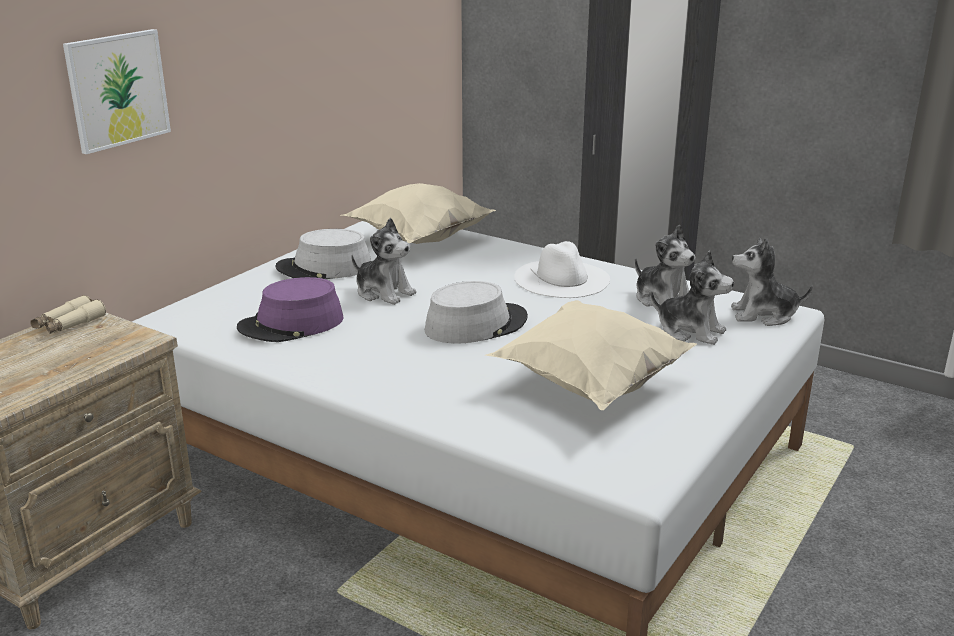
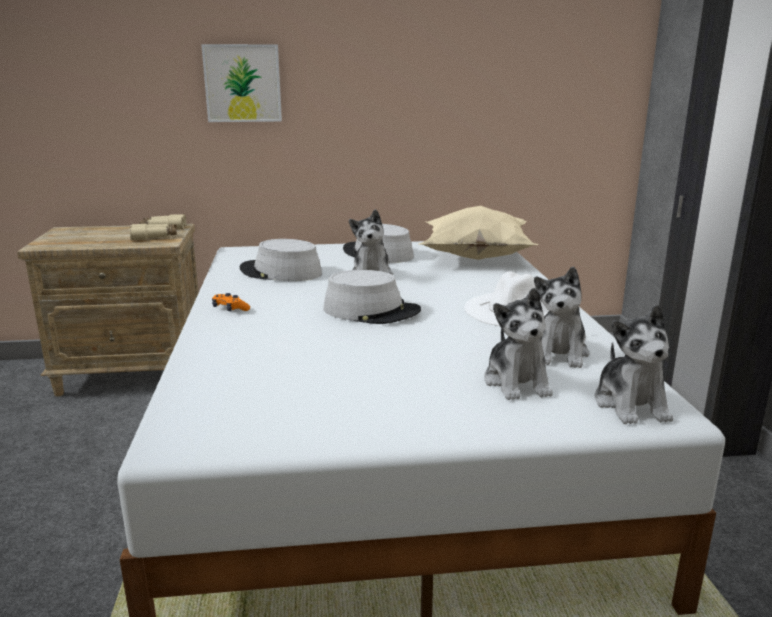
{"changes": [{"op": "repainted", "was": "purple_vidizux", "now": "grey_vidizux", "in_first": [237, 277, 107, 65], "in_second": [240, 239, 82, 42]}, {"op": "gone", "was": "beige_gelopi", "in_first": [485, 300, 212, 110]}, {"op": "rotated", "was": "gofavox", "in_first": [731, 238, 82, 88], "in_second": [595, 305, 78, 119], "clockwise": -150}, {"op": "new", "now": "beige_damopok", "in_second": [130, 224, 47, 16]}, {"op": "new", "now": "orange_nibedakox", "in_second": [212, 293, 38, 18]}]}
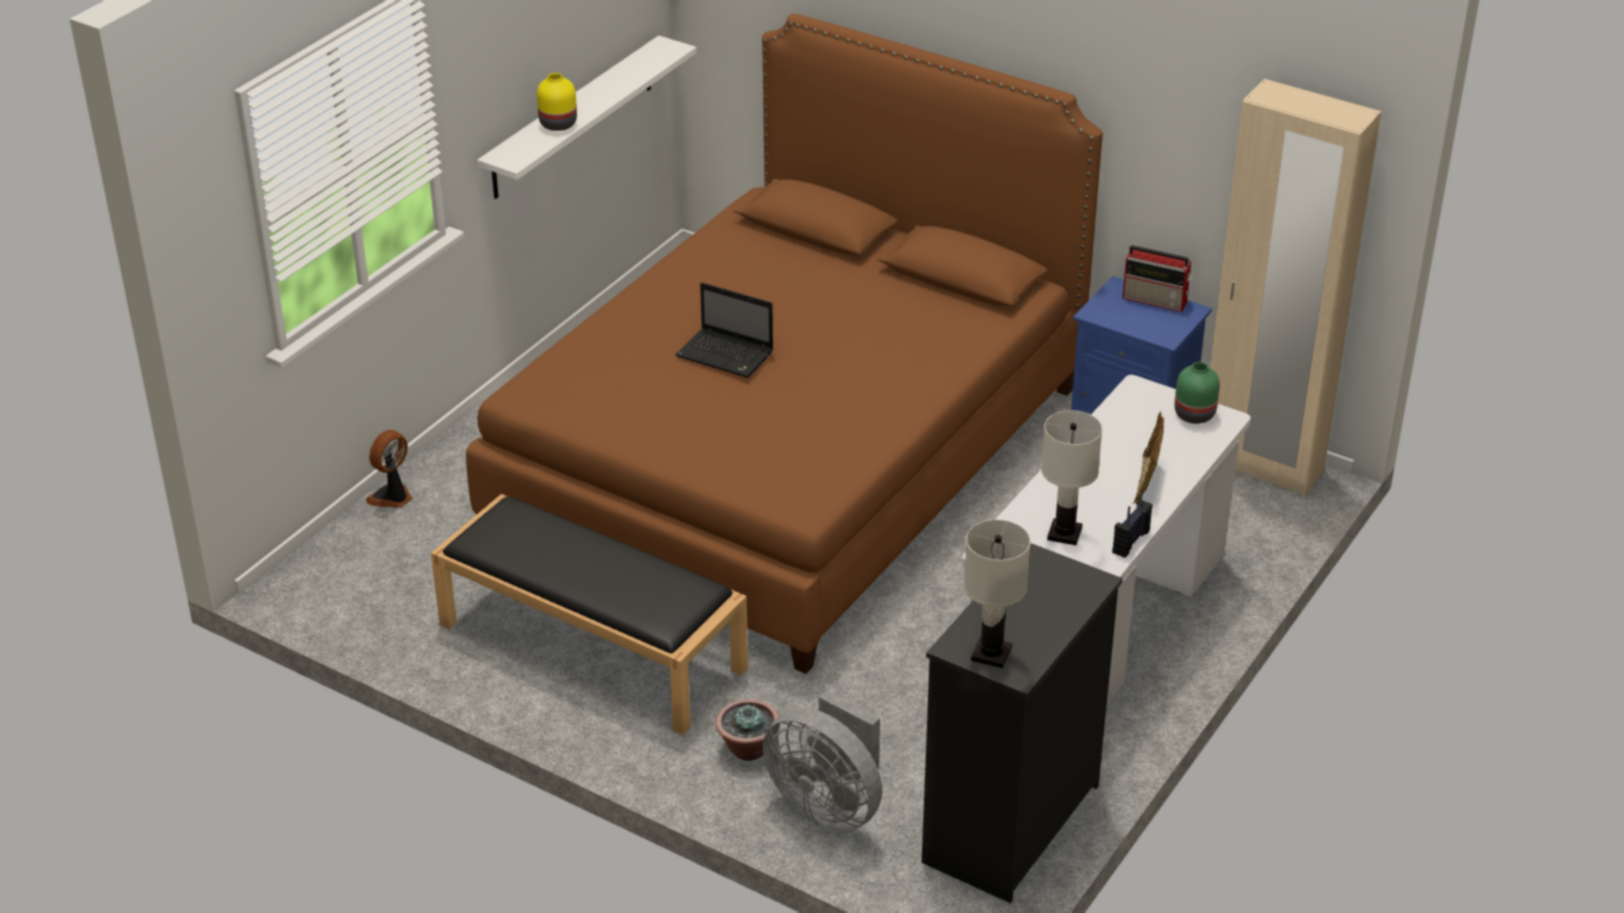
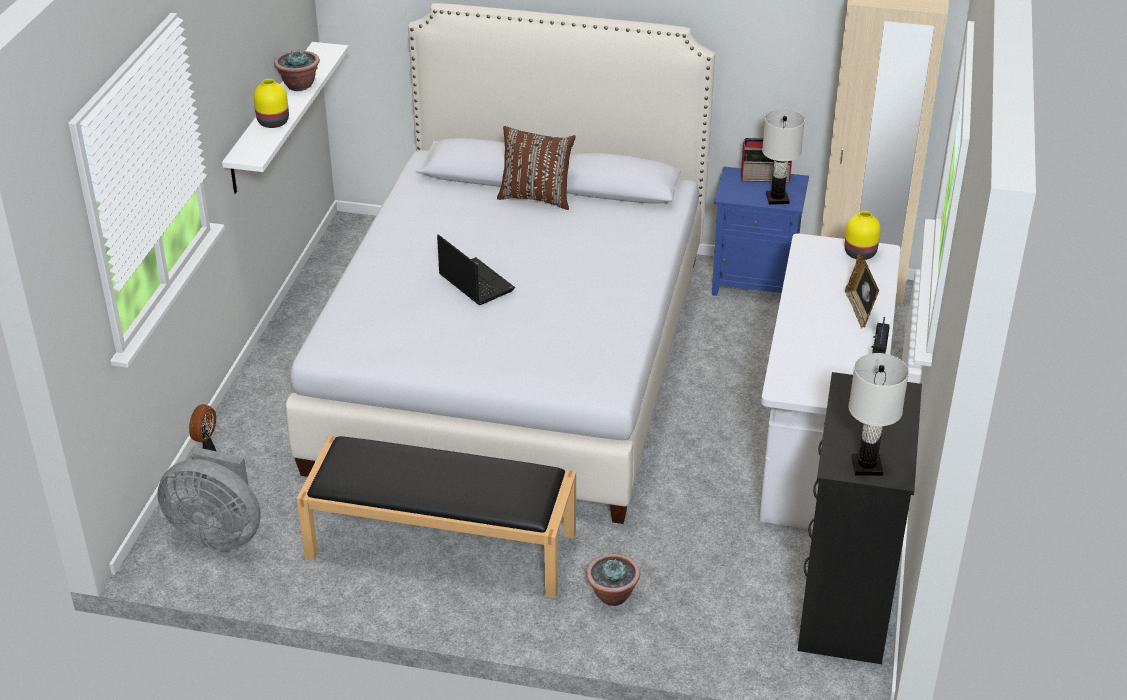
{"changes": [{"op": "repainted", "was": "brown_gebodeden", "now": "white_gebodeden", "in_first": [466, 14, 637, 660], "in_second": [286, 3, 429, 521]}, {"op": "rotated", "was": "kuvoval", "in_first": [676, 282, 97, 96], "in_second": [437, 234, 78, 71], "clockwise": -135}, {"op": "shifted", "was": "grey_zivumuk", "in_first": [763, 690, 119, 142], "in_second": [157, 447, 104, 104]}, {"op": "shifted", "was": "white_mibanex", "in_first": [1041, 410, 61, 135], "in_second": [762, 109, 43, 96]}, {"op": "repainted", "was": "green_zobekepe", "now": "yellow_zobekepe", "in_first": [1175, 362, 45, 62], "in_second": [844, 211, 37, 49]}, {"op": "new", "now": "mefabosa", "in_second": [274, 49, 46, 42]}, {"op": "new", "now": "brown_gelopi", "in_second": [497, 126, 78, 84]}]}
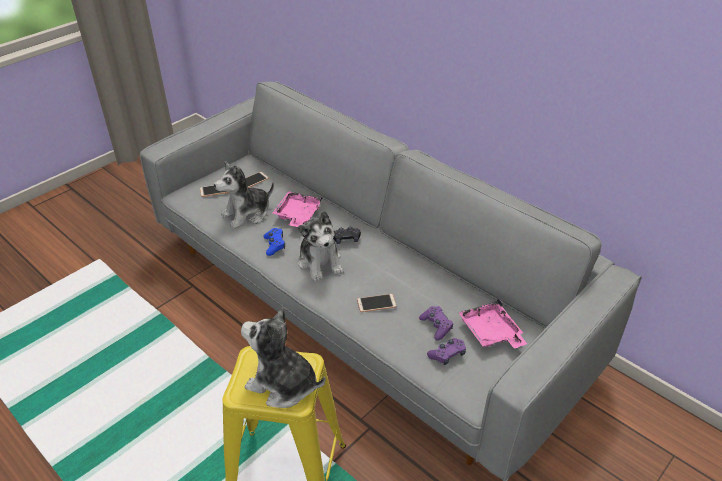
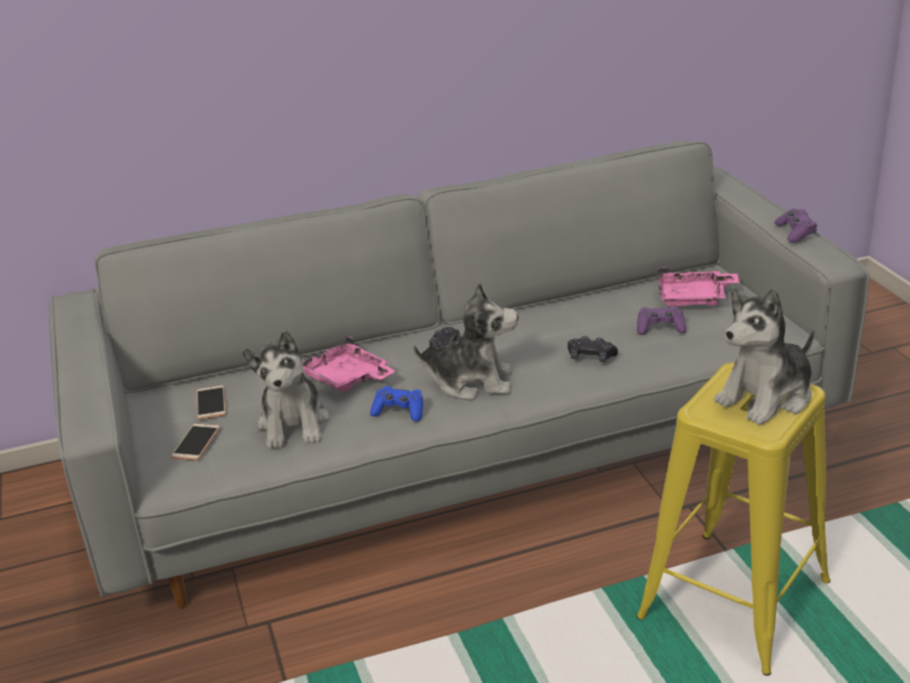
{"changes": [{"op": "swapped", "was": "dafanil", "now": "black_nibedakox", "in_first": [357, 294, 39, 18], "in_second": [568, 336, 50, 26]}, {"op": "shifted", "was": "purple_nibedakox", "in_first": [427, 338, 39, 27], "in_second": [774, 209, 43, 34]}]}
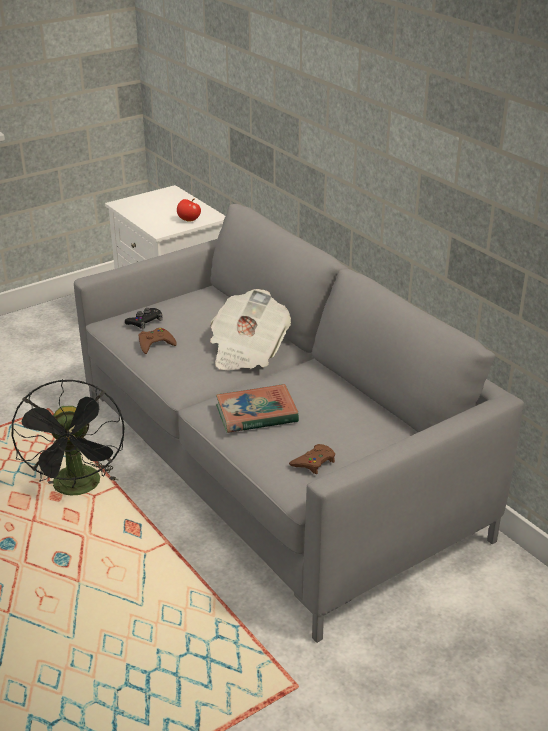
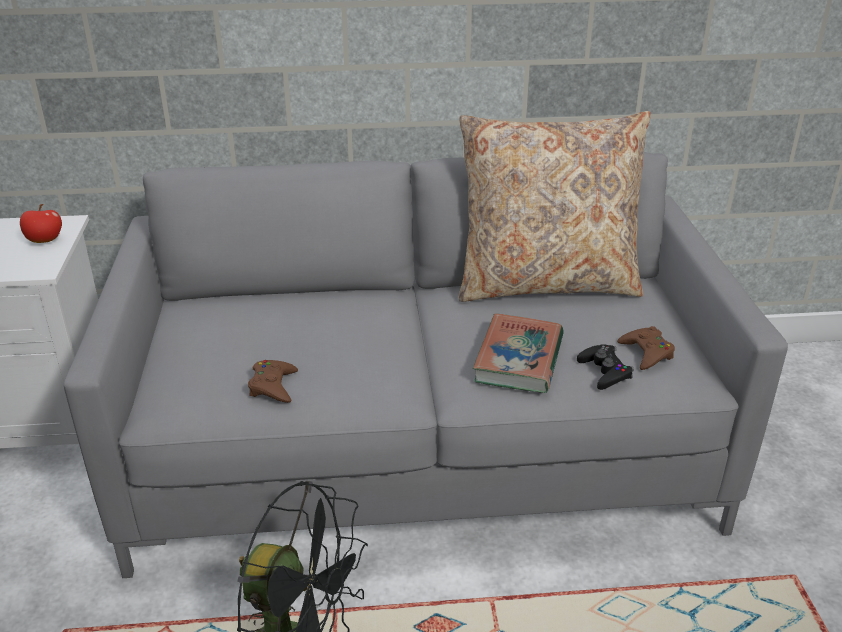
{"changes": [{"op": "shifted", "was": "black_nibedakox", "in_first": [125, 308, 38, 21], "in_second": [577, 344, 57, 46]}, {"op": "gone", "was": "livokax", "in_first": [210, 289, 81, 81]}, {"op": "new", "now": "beige_gelopi", "in_second": [459, 111, 192, 191]}]}
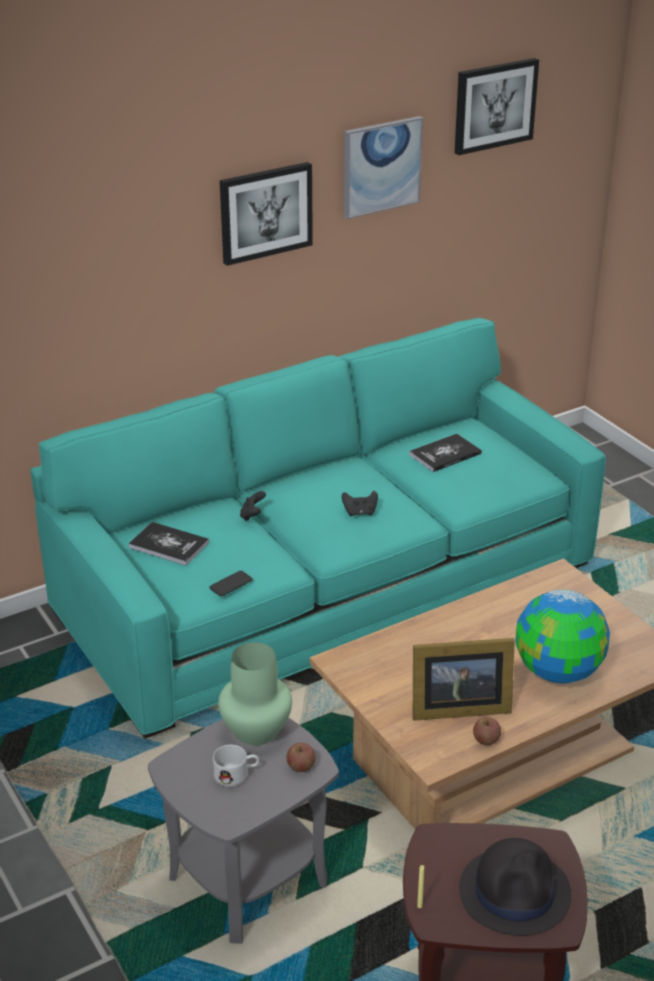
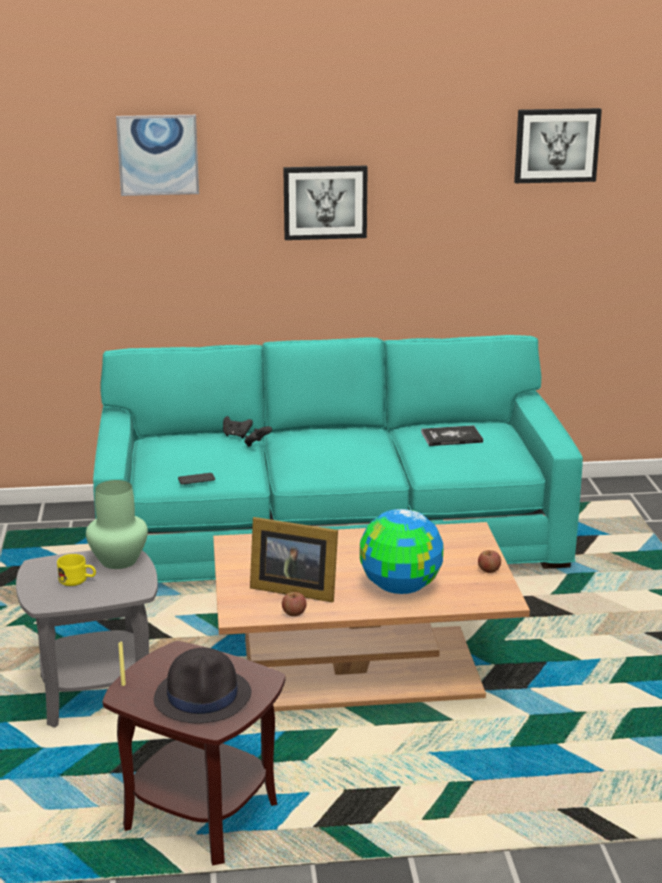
{"changes": [{"op": "gone", "was": "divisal", "in_first": [128, 522, 81, 44]}, {"op": "repainted", "was": "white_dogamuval", "now": "yellow_dogamuval", "in_first": [213, 745, 47, 42], "in_second": [57, 554, 39, 32]}, {"op": "shifted", "was": "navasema", "in_first": [287, 743, 29, 29], "in_second": [478, 550, 23, 23]}, {"op": "shifted", "was": "black_nibedakox", "in_first": [342, 491, 36, 25], "in_second": [223, 416, 30, 22]}, {"op": "shifted", "was": "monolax", "in_first": [344, 116, 79, 103], "in_second": [116, 115, 83, 81]}]}
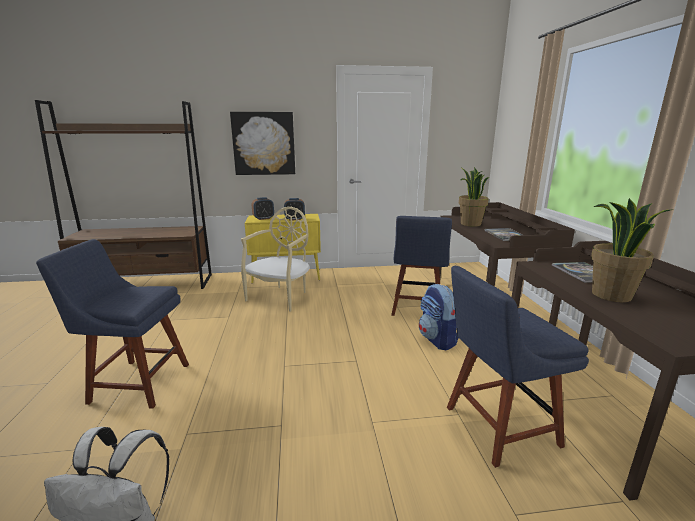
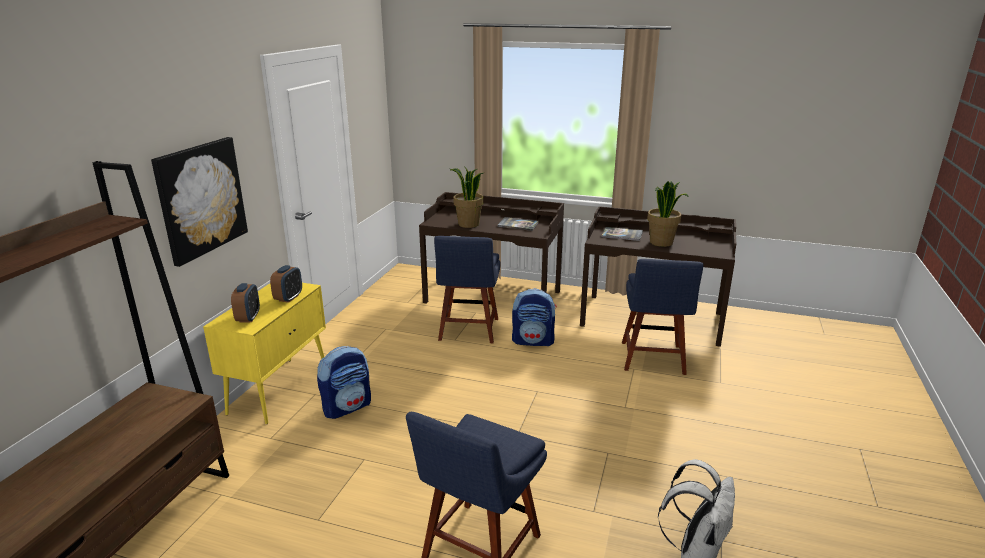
{"changes": [{"op": "swapped", "was": "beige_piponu", "now": "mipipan", "in_first": [241, 207, 68, 105], "in_second": [317, 346, 54, 73]}, {"op": "rotated", "was": "blue_piponu", "in_first": [391, 216, 61, 100], "in_second": [434, 236, 66, 107], "clockwise": 60}]}
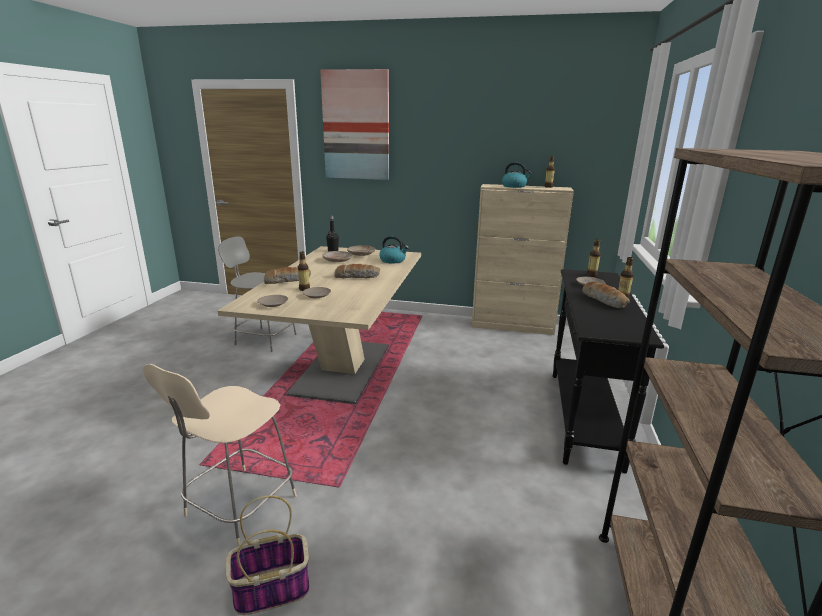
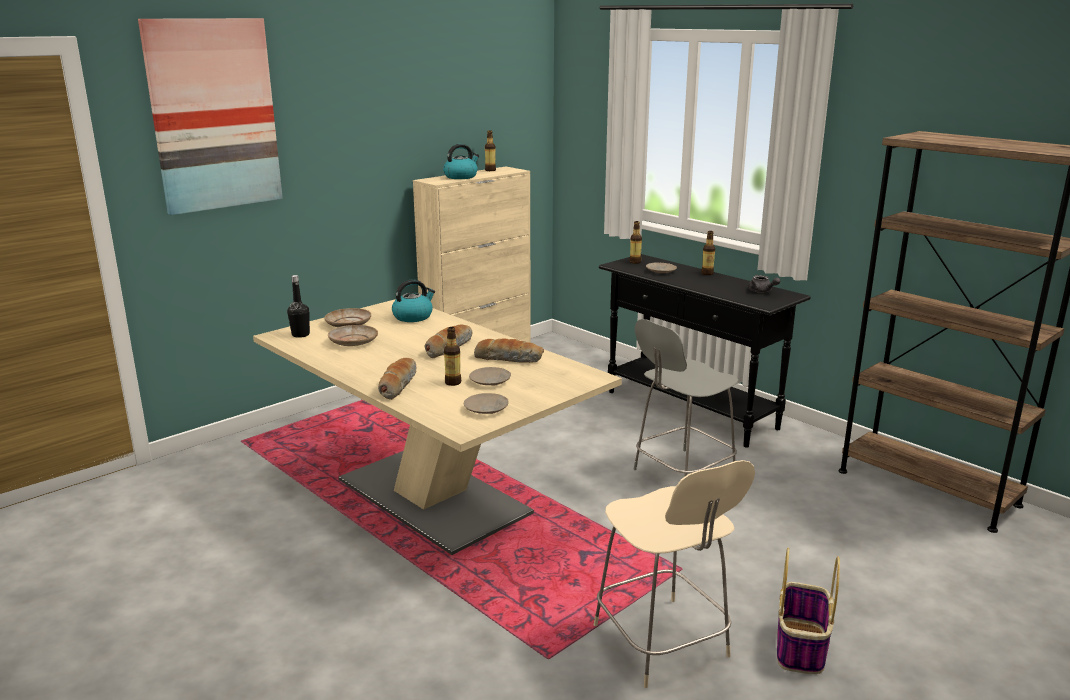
{"changes": [{"op": "shifted", "was": "grey_piponu", "in_first": [218, 237, 79, 115], "in_second": [633, 319, 105, 157]}, {"op": "shifted", "was": "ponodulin", "in_first": [582, 282, 48, 26], "in_second": [474, 338, 70, 25]}, {"op": "new", "now": "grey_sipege", "in_second": [748, 275, 32, 18]}]}
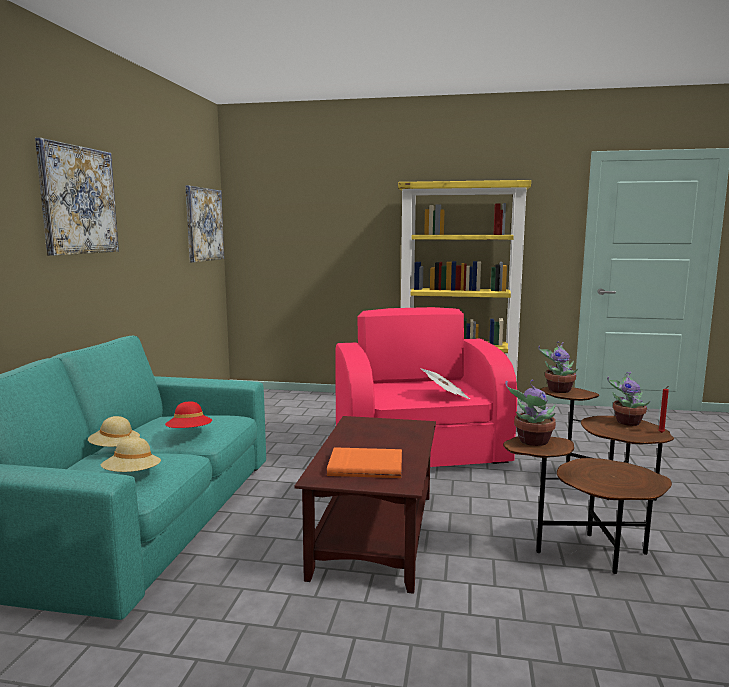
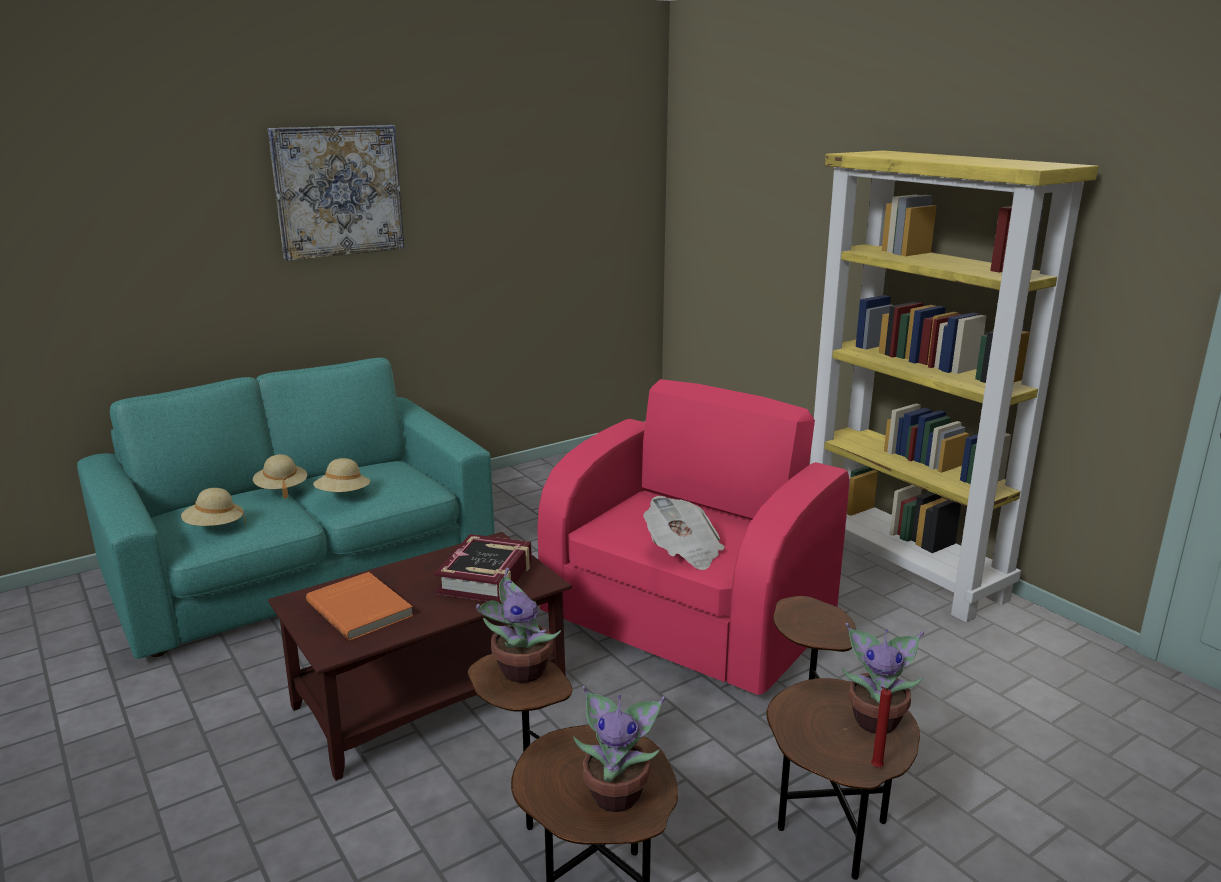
{"changes": [{"op": "repainted", "was": "red_vidizux", "now": "beige_vidizux", "in_first": [165, 401, 47, 27], "in_second": [313, 458, 57, 34]}, {"op": "gone", "was": "monolax", "in_first": [185, 185, 39, 77]}, {"op": "shifted", "was": "mefabosa", "in_first": [538, 342, 40, 51], "in_second": [573, 686, 93, 126]}, {"op": "new", "now": "divisal", "in_second": [434, 534, 98, 69]}]}
